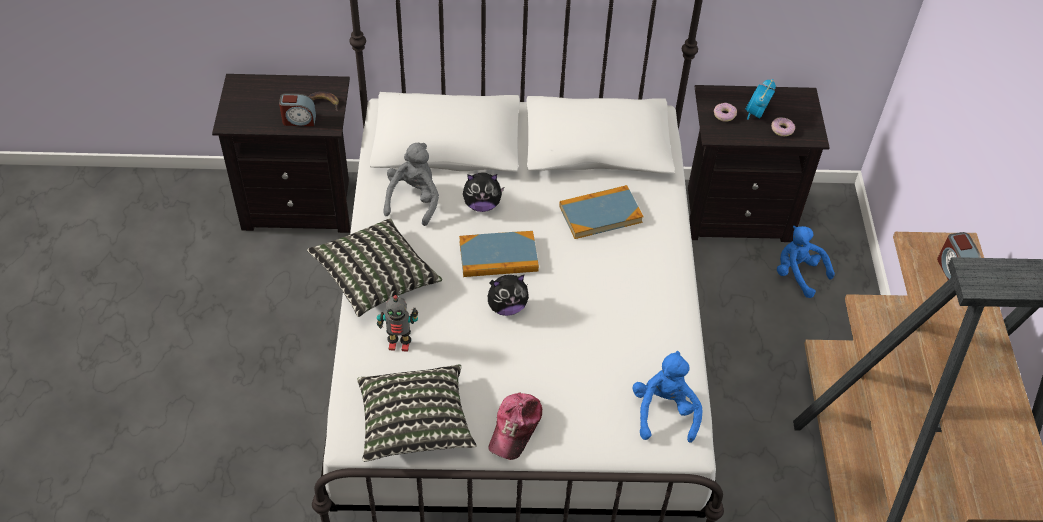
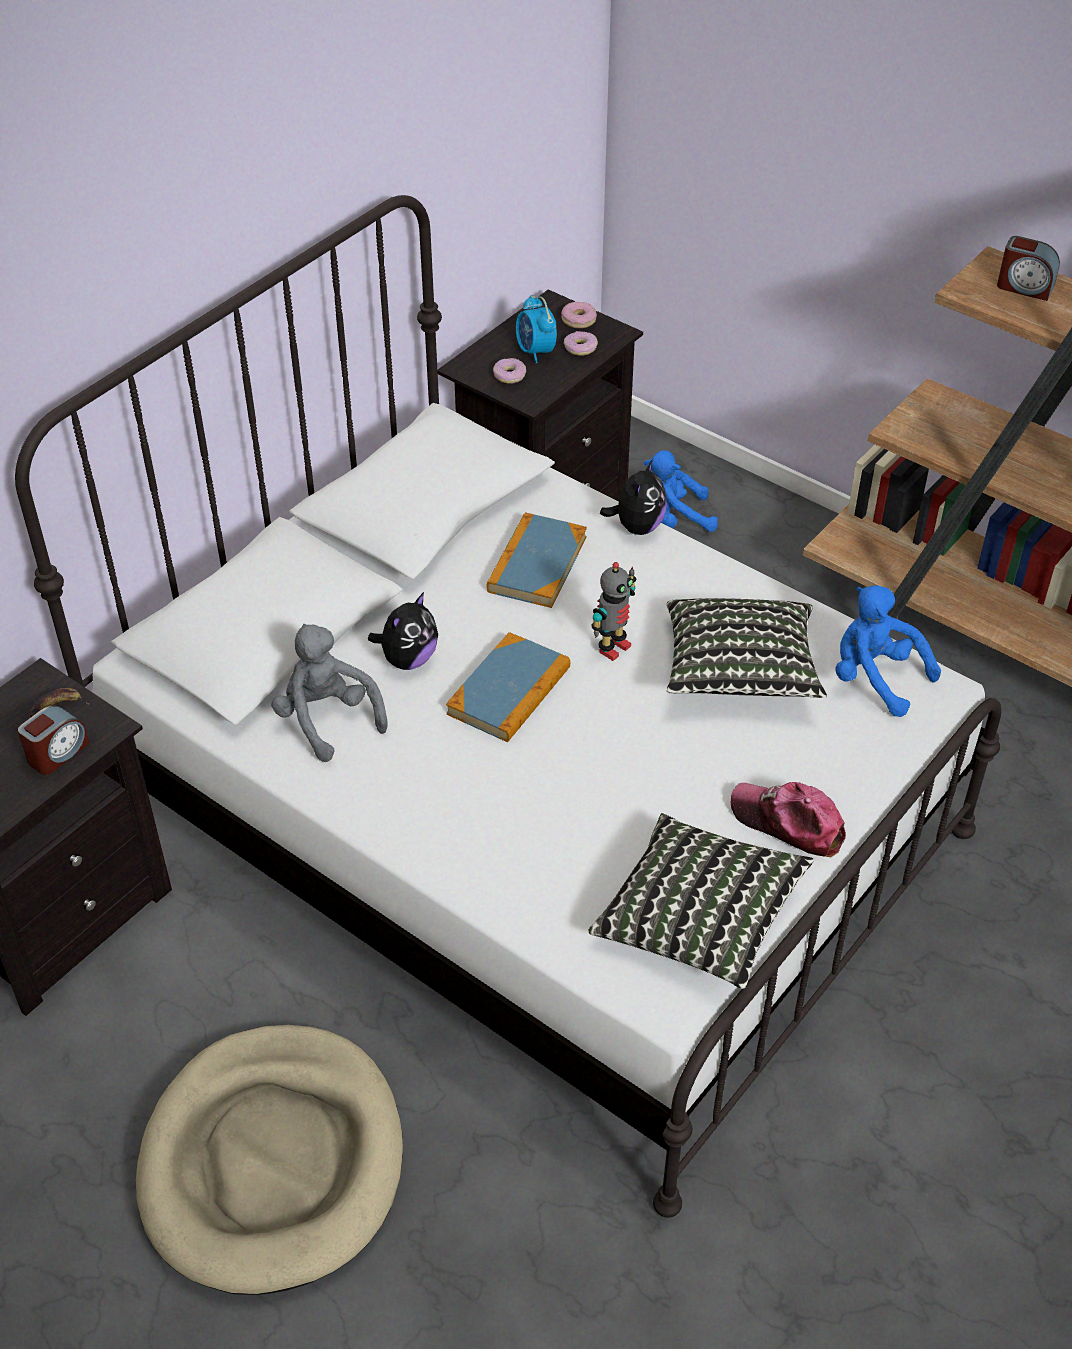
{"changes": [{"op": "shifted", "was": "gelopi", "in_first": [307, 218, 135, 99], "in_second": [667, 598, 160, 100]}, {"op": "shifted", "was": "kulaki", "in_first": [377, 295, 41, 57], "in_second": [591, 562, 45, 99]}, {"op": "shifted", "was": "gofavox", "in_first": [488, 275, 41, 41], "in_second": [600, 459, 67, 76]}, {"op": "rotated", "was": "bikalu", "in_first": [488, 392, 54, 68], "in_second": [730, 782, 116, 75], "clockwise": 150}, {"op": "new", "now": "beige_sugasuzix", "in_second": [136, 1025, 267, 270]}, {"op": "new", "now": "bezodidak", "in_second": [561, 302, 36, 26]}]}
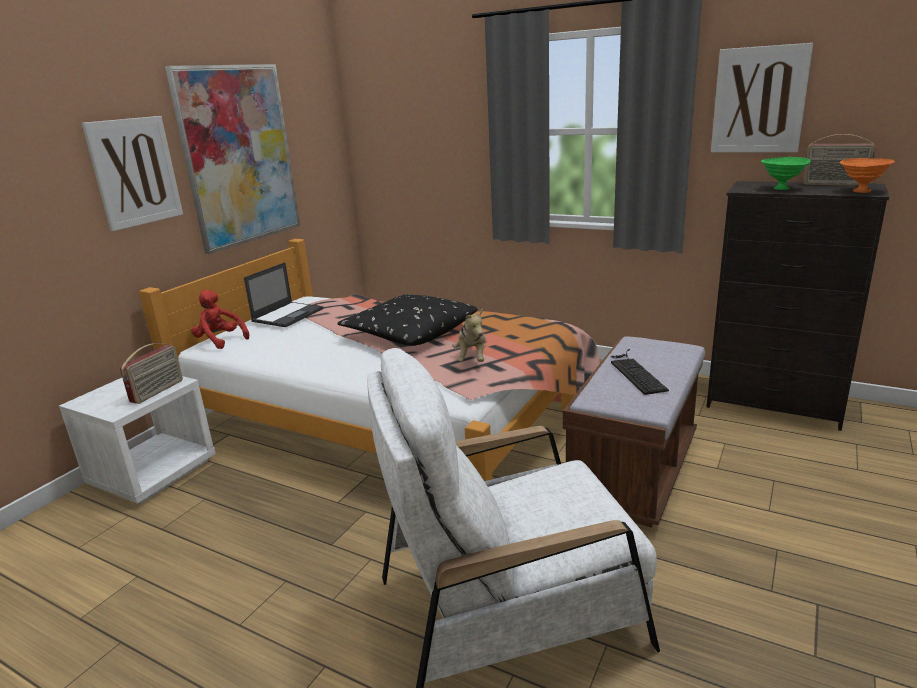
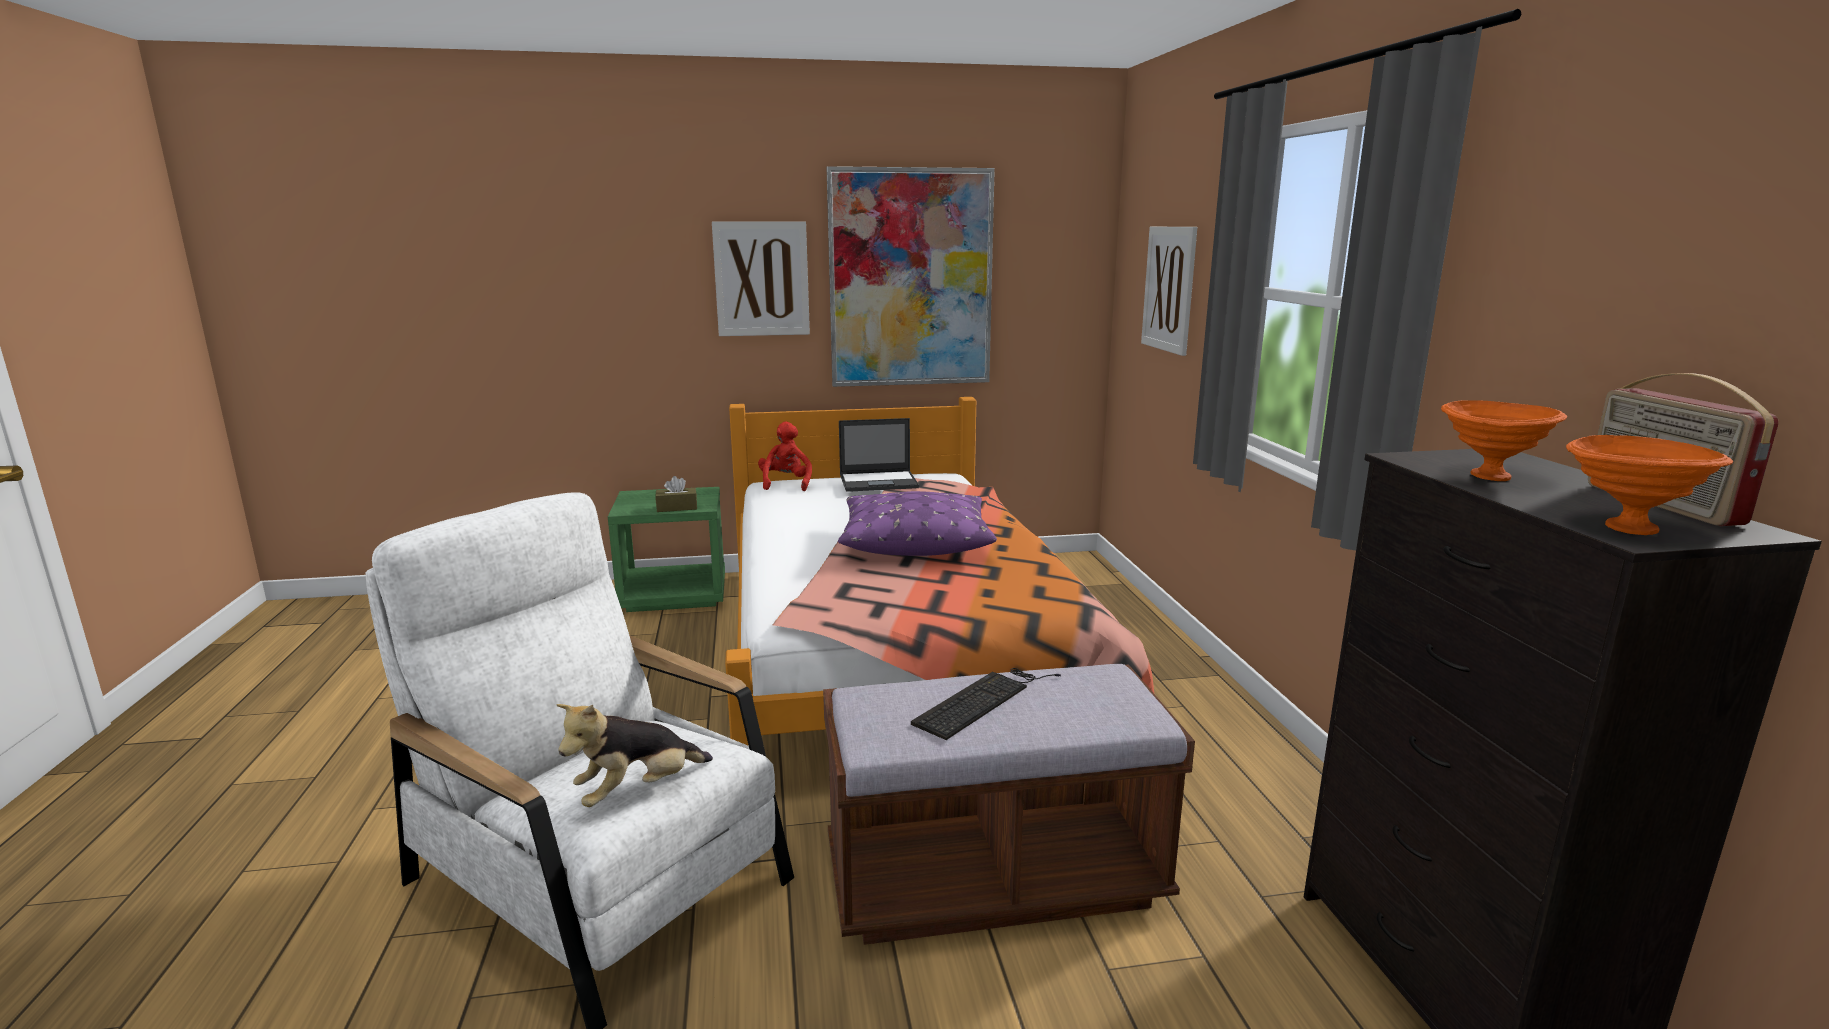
{"changes": [{"op": "repainted", "was": "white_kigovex", "now": "green_kigovex", "in_first": [59, 376, 157, 128], "in_second": [608, 487, 117, 125]}, {"op": "swapped", "was": "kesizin", "now": "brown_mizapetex", "in_first": [120, 343, 63, 61], "in_second": [656, 476, 41, 36]}, {"op": "repainted", "was": "black_gelopi", "now": "purple_gelopi", "in_first": [337, 294, 141, 52], "in_second": [838, 491, 159, 65]}, {"op": "shifted", "was": "gofavox", "in_first": [452, 309, 34, 53], "in_second": [557, 704, 156, 103]}, {"op": "shifted", "was": "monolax", "in_first": [711, 43, 102, 110], "in_second": [1141, 227, 56, 129]}, {"op": "repainted", "was": "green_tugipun", "now": "orange_tugipun", "in_first": [761, 157, 50, 33], "in_second": [1441, 400, 126, 81]}]}
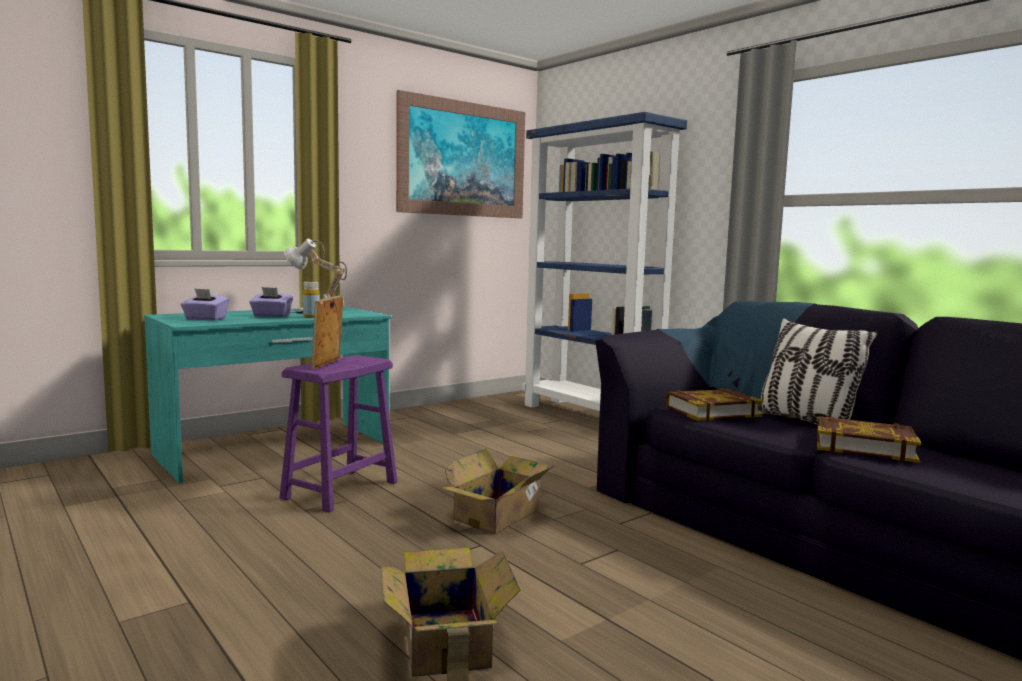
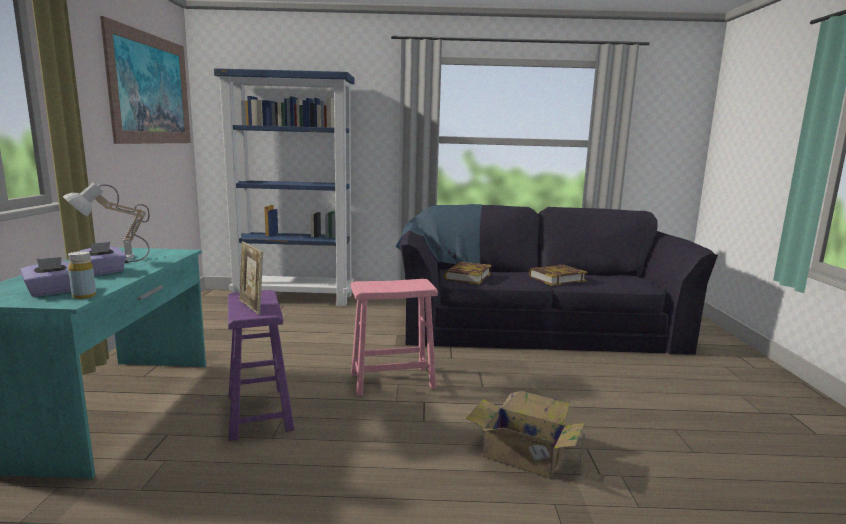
{"changes": [{"op": "shifted", "was": "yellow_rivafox", "in_first": [303, 282, 17, 36], "in_second": [68, 251, 28, 48]}, {"op": "swapped", "was": "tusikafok", "now": "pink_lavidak", "in_first": [441, 449, 113, 84], "in_second": [351, 279, 87, 117]}, {"op": "gone", "was": "gelopi", "in_first": [758, 318, 120, 107]}]}
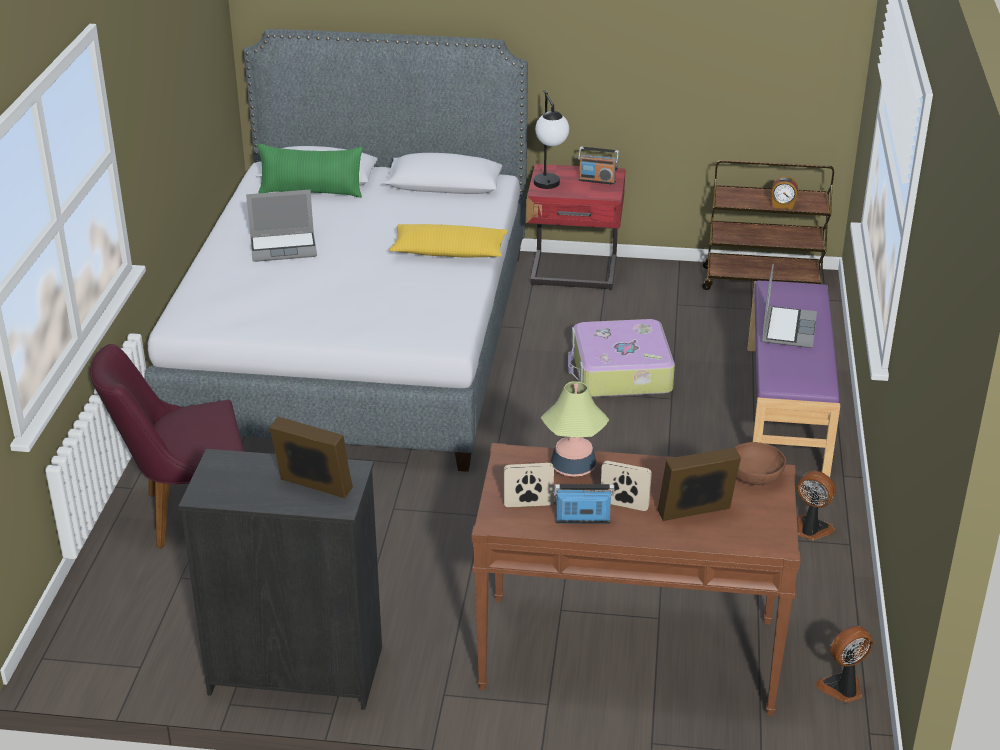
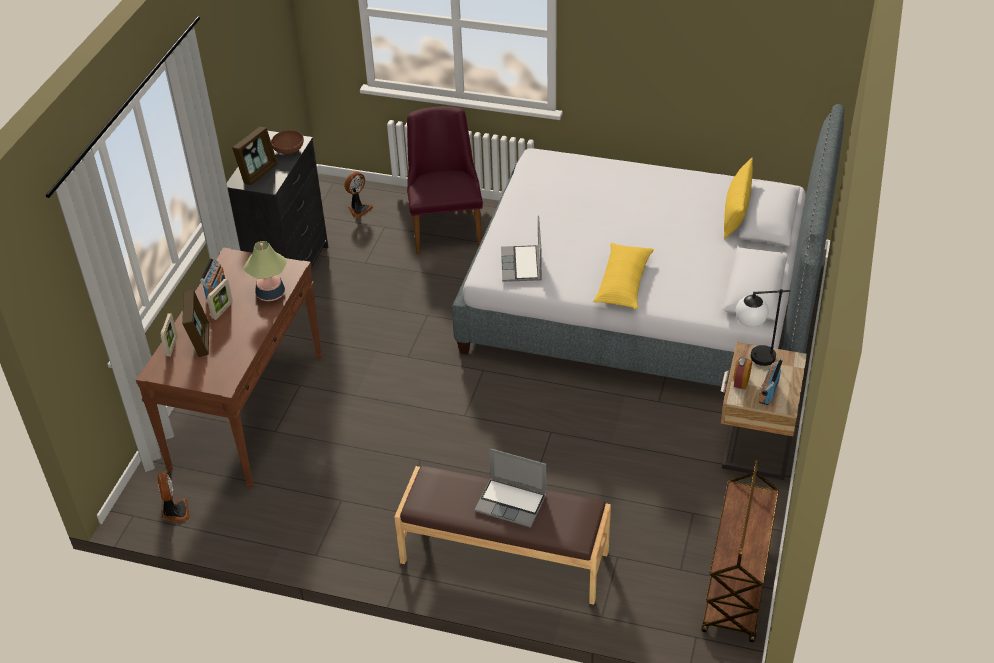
{"changes": [{"op": "shifted", "was": "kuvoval", "in_first": [246, 190, 71, 72], "in_second": [501, 216, 41, 66]}, {"op": "repainted", "was": "green_gelopi", "now": "yellow_gelopi", "in_first": [258, 144, 105, 54], "in_second": [724, 158, 29, 82]}, {"op": "shifted", "was": "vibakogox", "in_first": [504, 463, 50, 45], "in_second": [161, 313, 16, 44]}, {"op": "repainted", "was": "red_kigovex", "now": "beige_kigovex", "in_first": [527, 164, 98, 126], "in_second": [721, 342, 86, 138]}, {"op": "gone", "was": "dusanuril", "in_first": [568, 319, 107, 78]}, {"op": "shifted", "was": "brown_tugipun", "in_first": [735, 442, 51, 43], "in_second": [271, 130, 33, 24]}, {"op": "repainted", "was": "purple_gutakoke", "now": "brown_gutakoke", "in_first": [748, 281, 92, 196], "in_second": [394, 465, 217, 140]}, {"op": "shifted", "was": "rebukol", "in_first": [772, 176, 26, 33], "in_second": [733, 357, 19, 33]}, {"op": "shifted", "was": "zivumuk", "in_first": [797, 471, 39, 69], "in_second": [344, 171, 30, 47]}]}
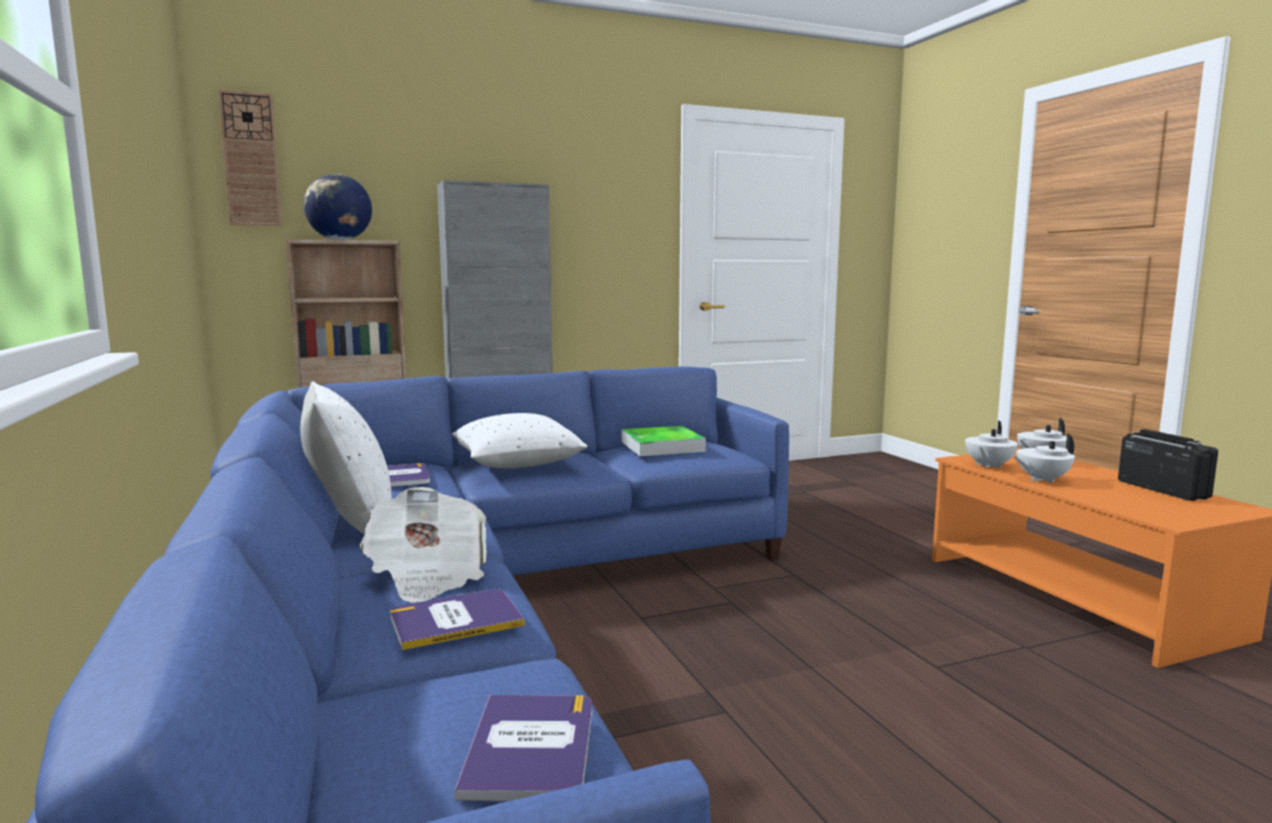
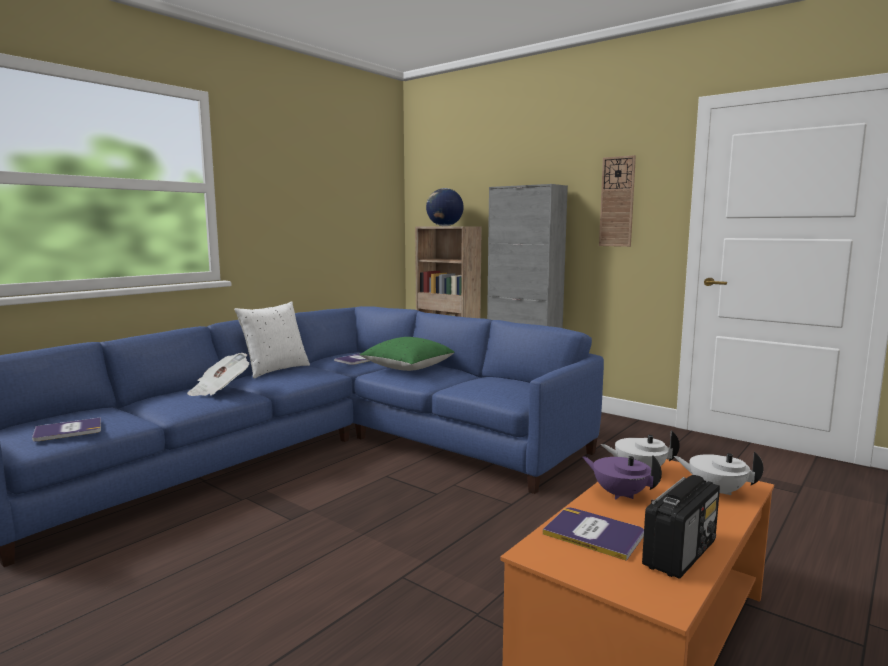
{"changes": [{"op": "shifted", "was": "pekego", "in_first": [218, 89, 65, 137], "in_second": [599, 155, 37, 92]}, {"op": "shifted", "was": "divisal", "in_first": [390, 589, 135, 61], "in_second": [543, 507, 101, 54]}, {"op": "repainted", "was": "white_gelopi", "now": "green_gelopi", "in_first": [452, 413, 136, 55], "in_second": [360, 337, 94, 34]}, {"op": "gone", "was": "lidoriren", "in_first": [621, 426, 85, 30]}, {"op": "repainted", "was": "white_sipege", "now": "purple_sipege", "in_first": [1013, 433, 62, 50], "in_second": [582, 455, 80, 45]}]}
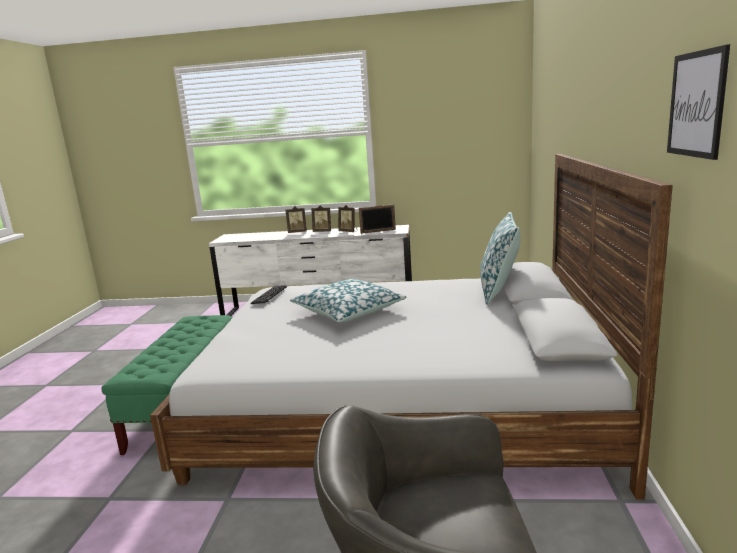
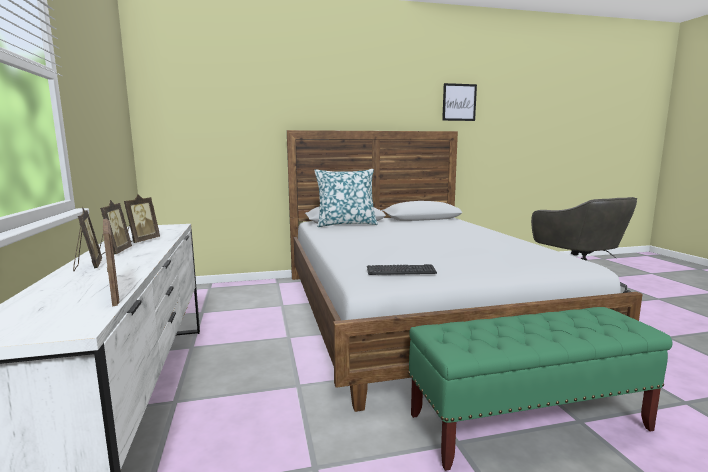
{"changes": [{"op": "gone", "was": "gelopi", "in_first": [290, 279, 116, 43]}, {"op": "shifted", "was": "vibakogox", "in_first": [359, 204, 37, 30], "in_second": [103, 219, 17, 87]}]}
